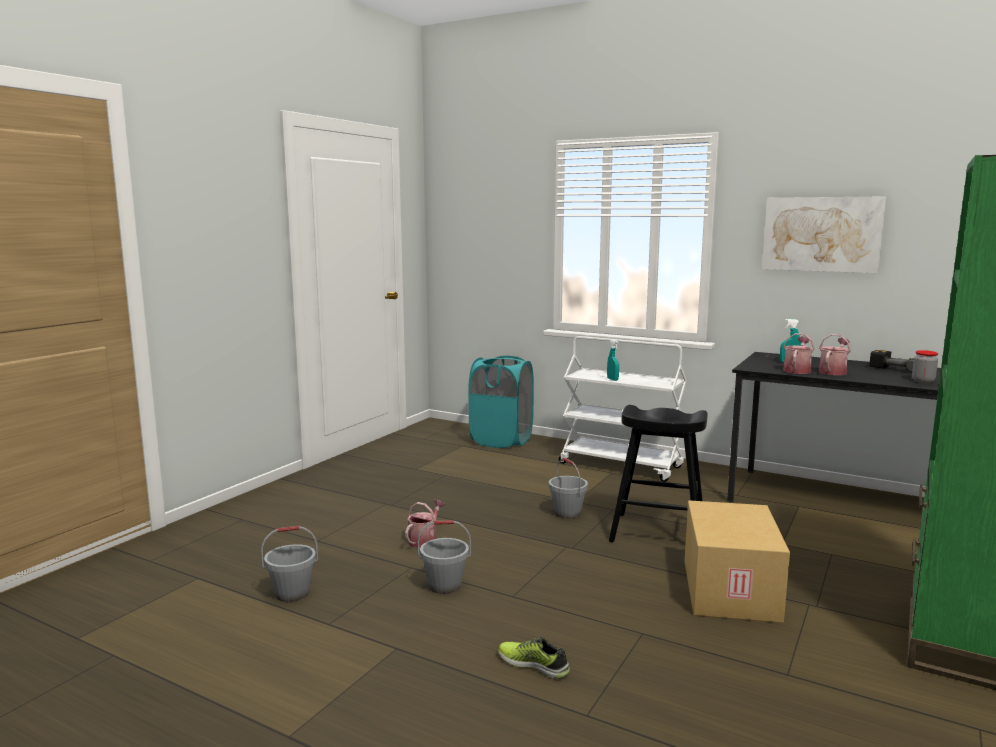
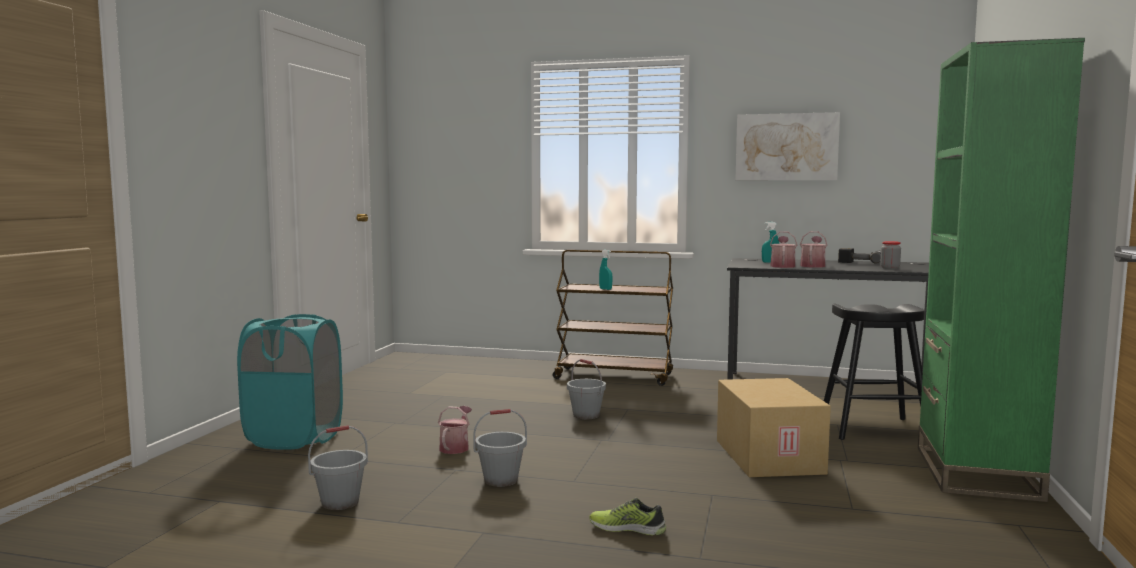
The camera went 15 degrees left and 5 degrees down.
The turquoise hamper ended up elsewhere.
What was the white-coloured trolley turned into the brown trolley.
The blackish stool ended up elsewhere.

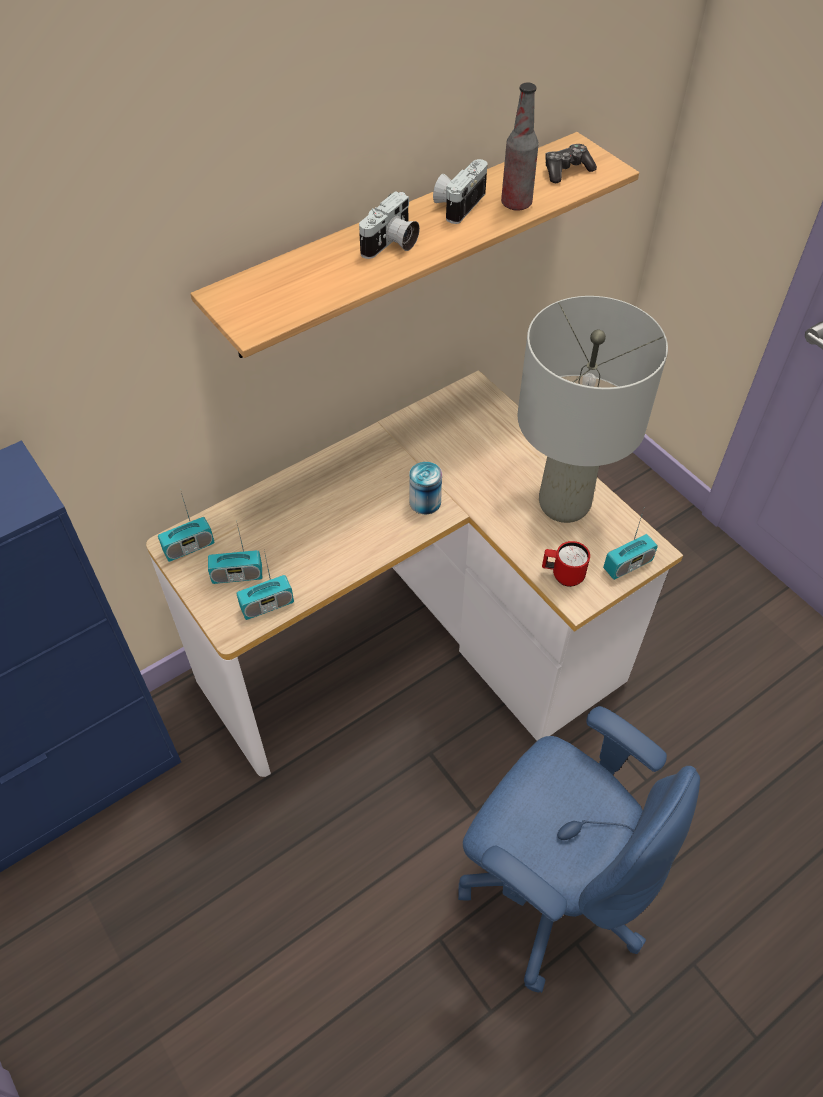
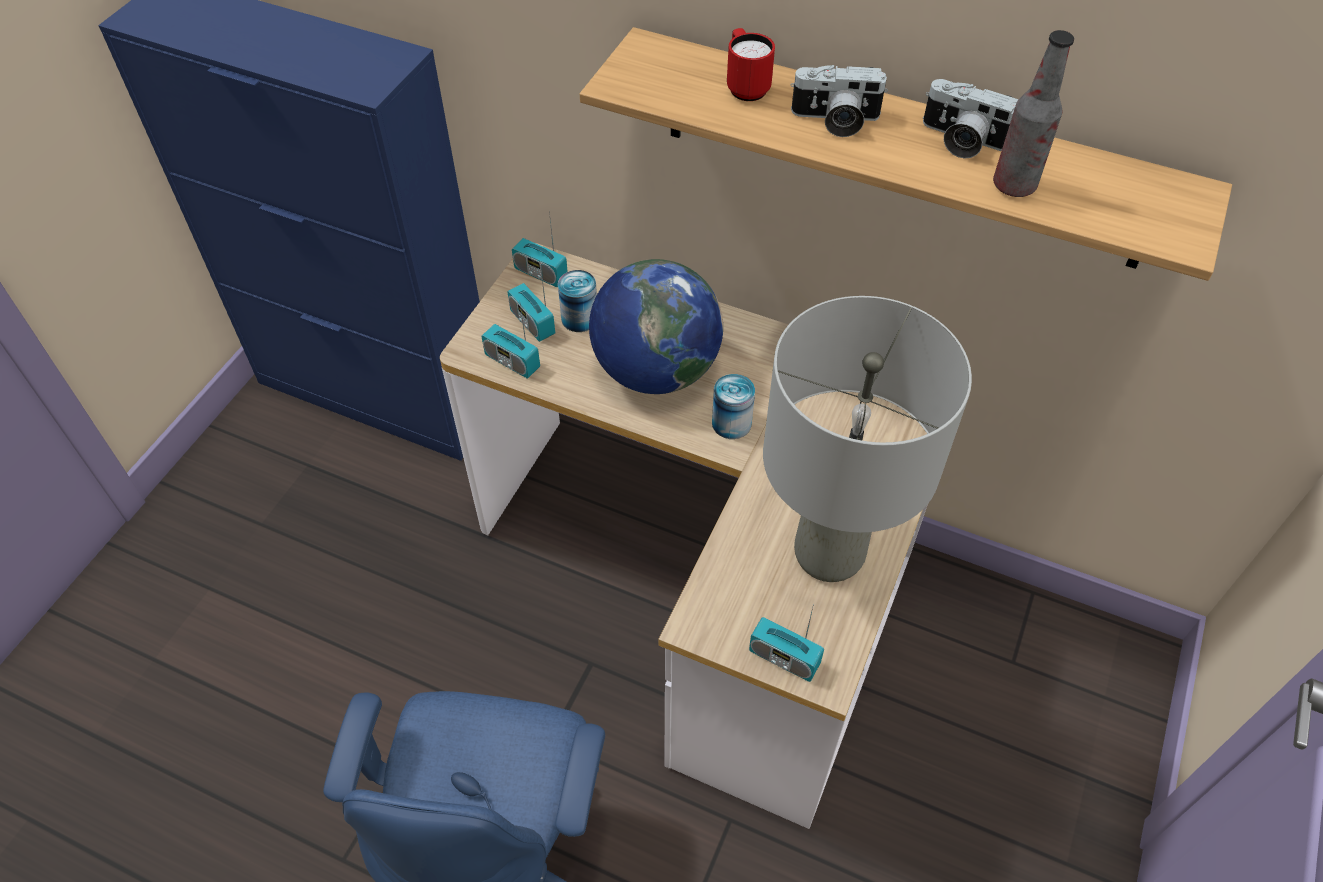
The camera went 60 degrees right and 0 degrees up.
The second view gained the sealed can (1st from left).
The second view gained the globe.
The reddish mug ended up elsewhere.
The still camera (2nd from left) ended up facing another way, 150 degrees counterclockwise from before.
The second view lost the game controller.

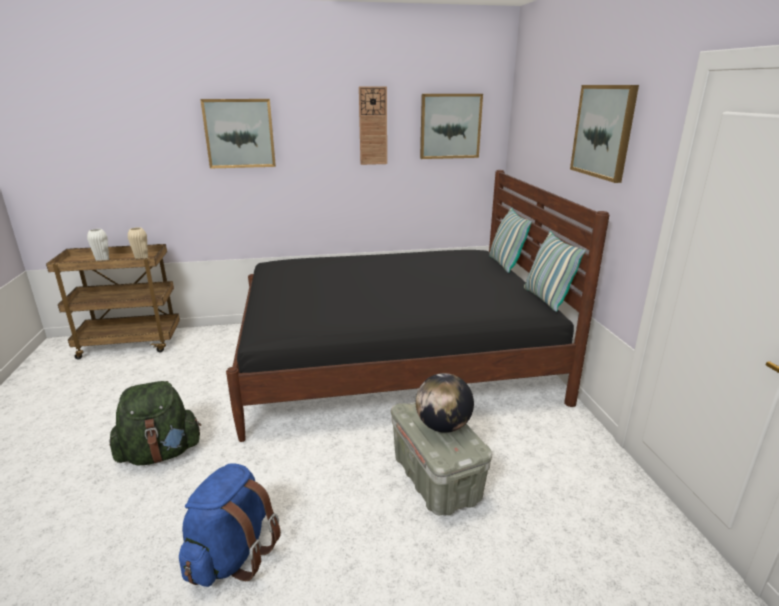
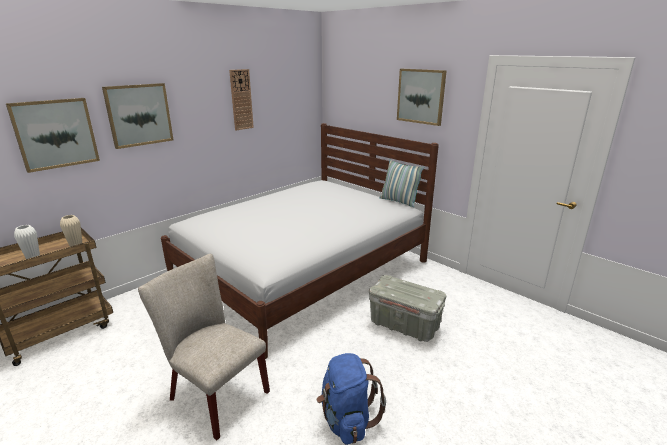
The camera went 35 degrees left and 0 degrees up.
The picture (2nd from left in the first image) ended up elsewhere.
Where the greenish rucksack stood, the sand-coloured upright chair came to stand.
What was the blackish bedroom bed turned into the white-coloured bedroom bed.
The second view lost the globe.
The second view lost the cushion (1st from left).

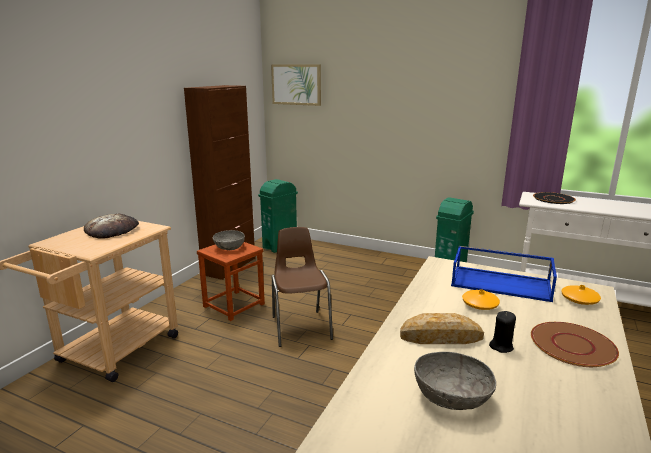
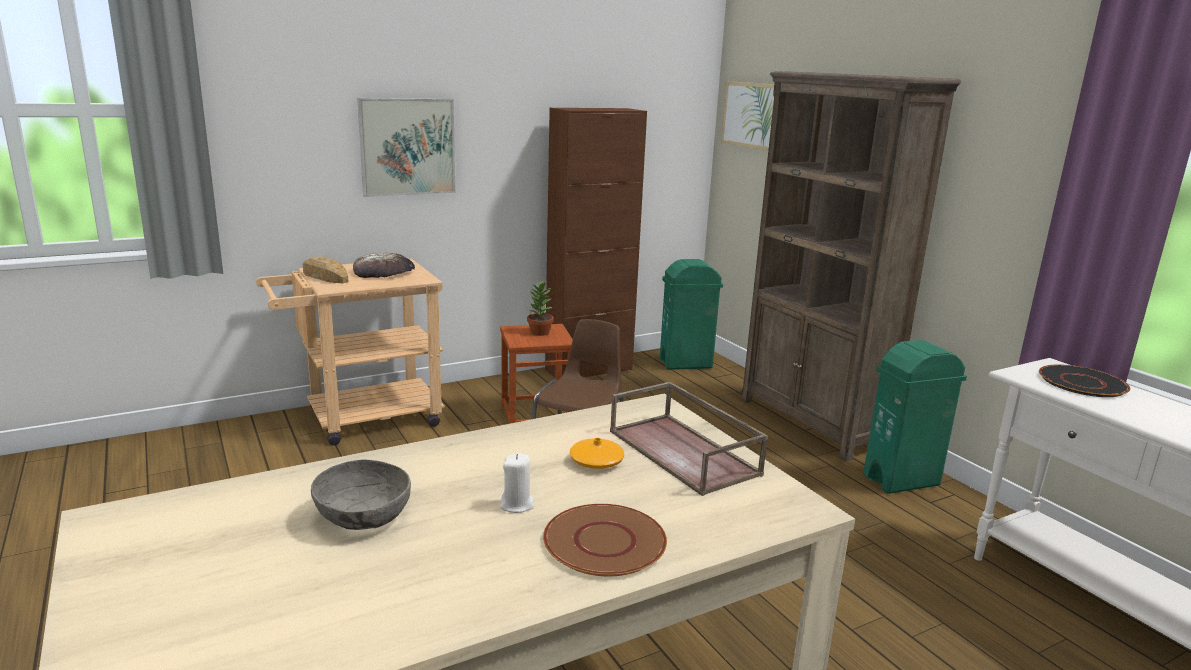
The camera went 35 degrees right and 0 degrees up.
The bakery bread (2nd from left in the first image) ended up elsewhere.
The second view gained the picture (1st from left).
What was the blackish wax light turned into the white-coloured wax light.
Where the greyish serving bowl (1st from left) stood, the houseplant came to stand.
What was the blue carrying tray turned into the brown carrying tray.
The second view gained the brown bookshelf.
The second view lost the orange-coloured flower vase (2nd from left).

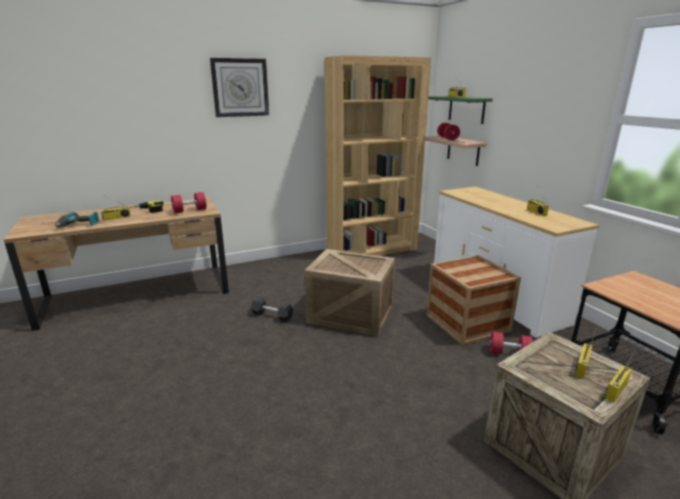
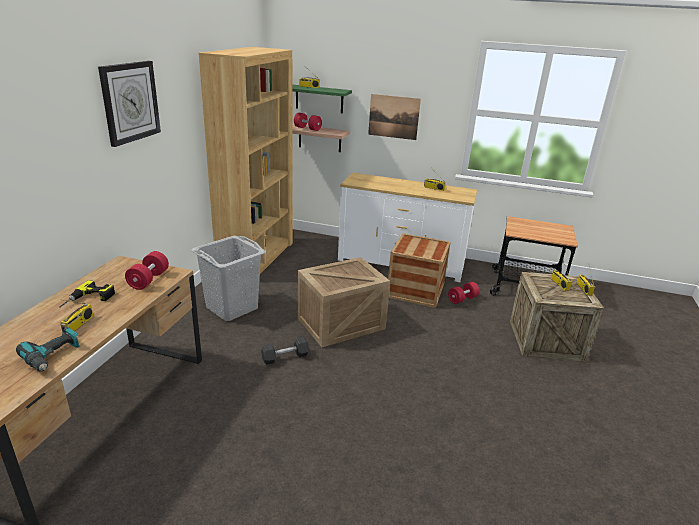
The camera went 50 degrees left and 5 degrees up.
The second view gained the greyish hamper.
The second view gained the picture.

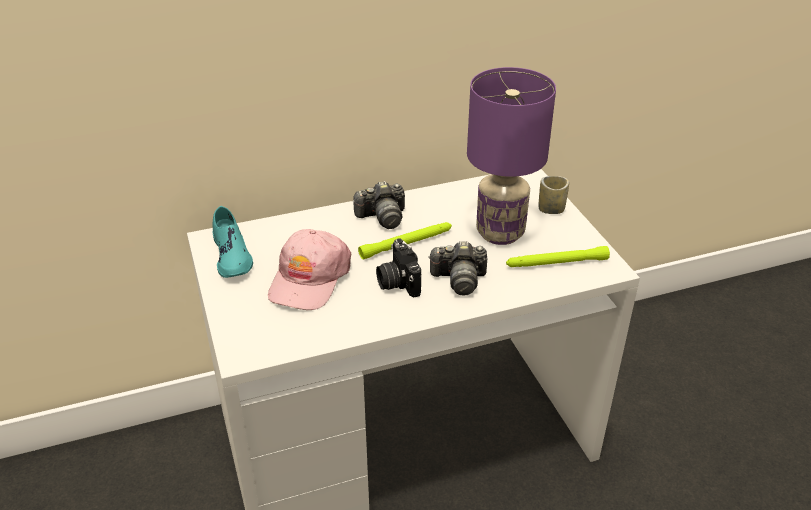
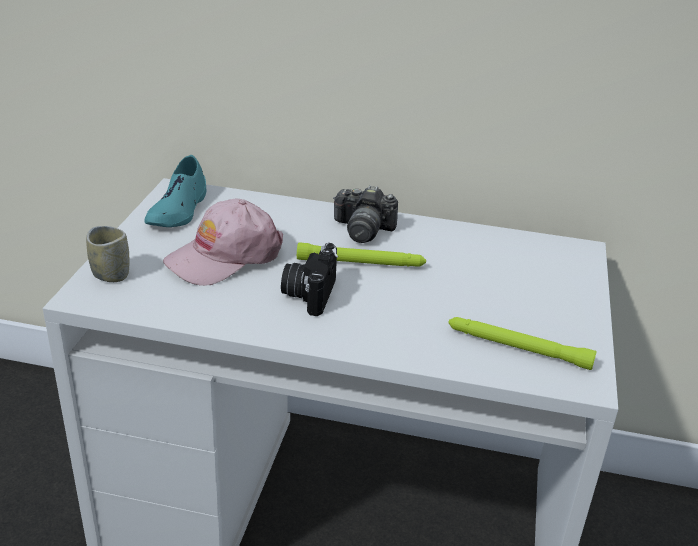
The camera went 30 degrees right and 5 degrees down.
The small cup ended up elsewhere.
The second view lost the still camera (3rd from left).
The second view lost the purplish table lamp.

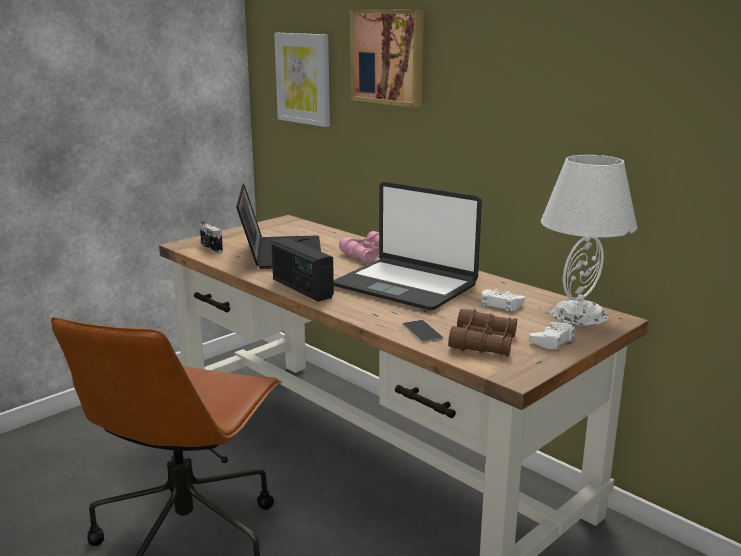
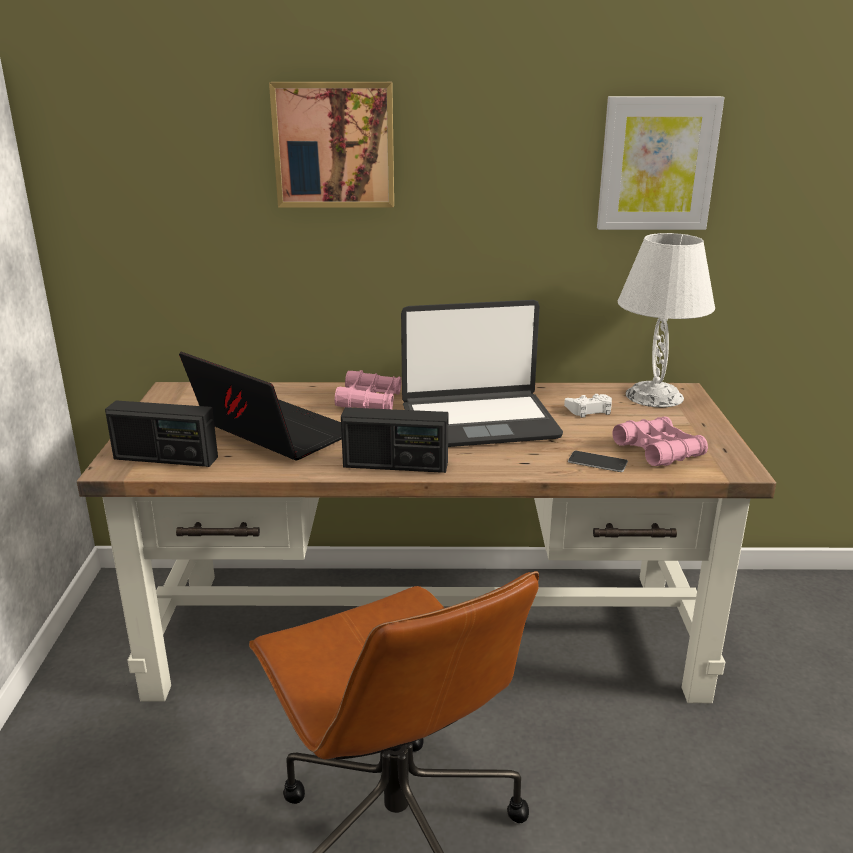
The camera went 45 degrees left and 5 degrees up.
Where the still camera stood, the radio receiver (1st from left) came to stand.
The picture (1st from left in the first image) ended up elsewhere.
What was the brown pair of binoculars turned into the pink pair of binoculars (2nd from left).
The second view lost the white-coloured game controller (2nd from left).

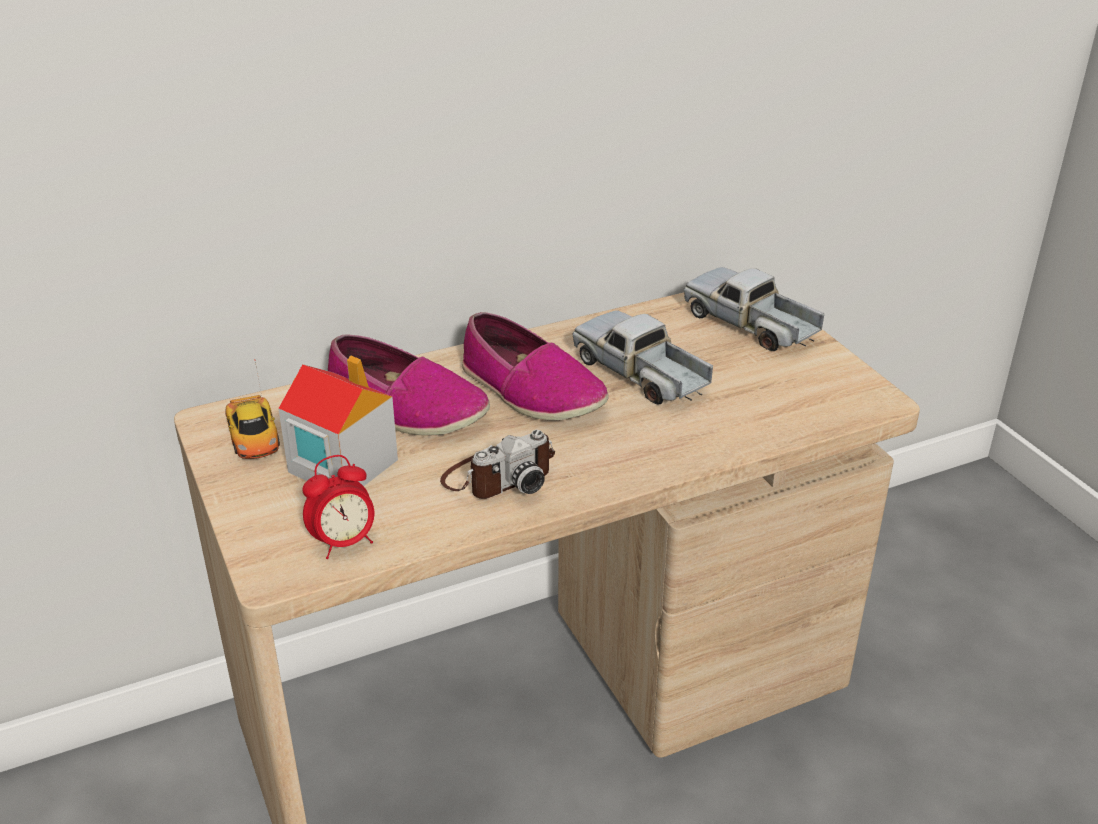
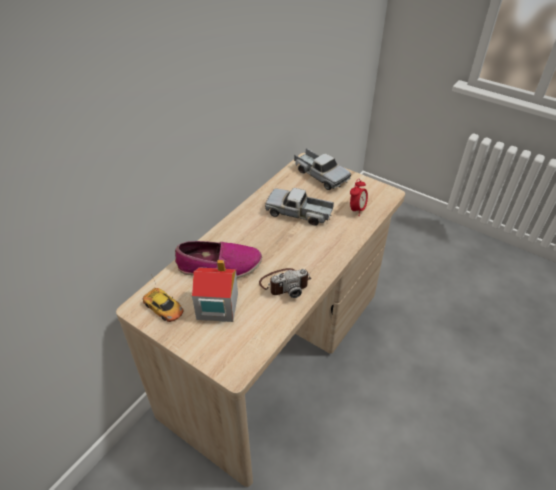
The camera went 30 degrees left and 10 degrees up.
The still camera ended up facing another way, 45 degrees clockwise from before.
The model truck (2nd from left) ended up facing another way, 150 degrees counterclockwise from before.
The alarm clock ended up elsewhere.
The second view lost the shoe (2nd from left).

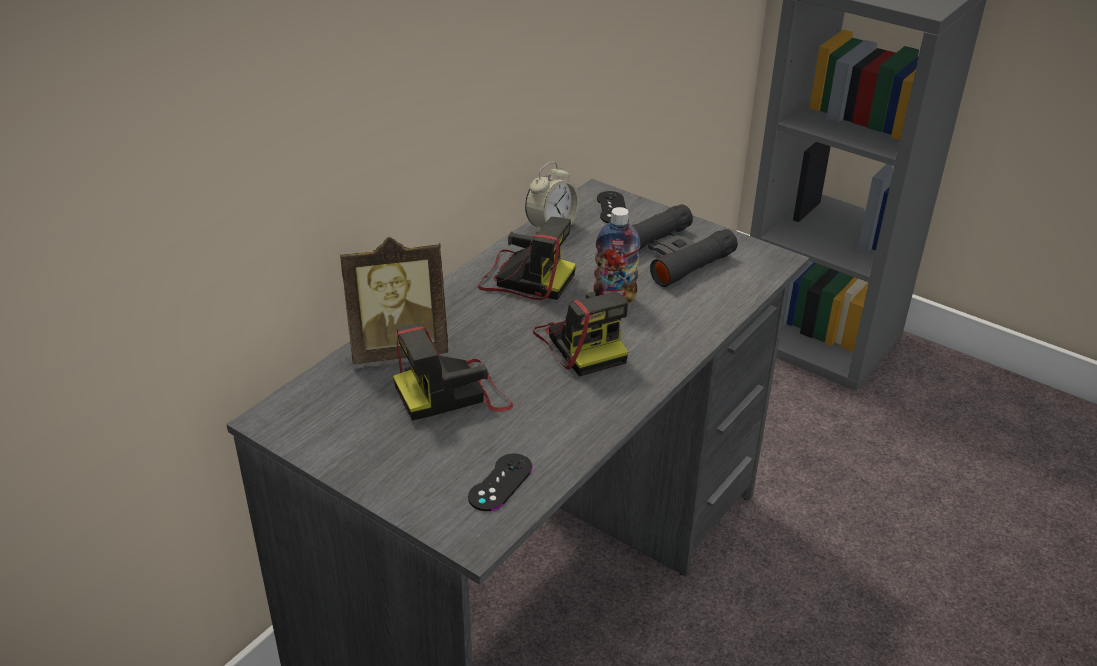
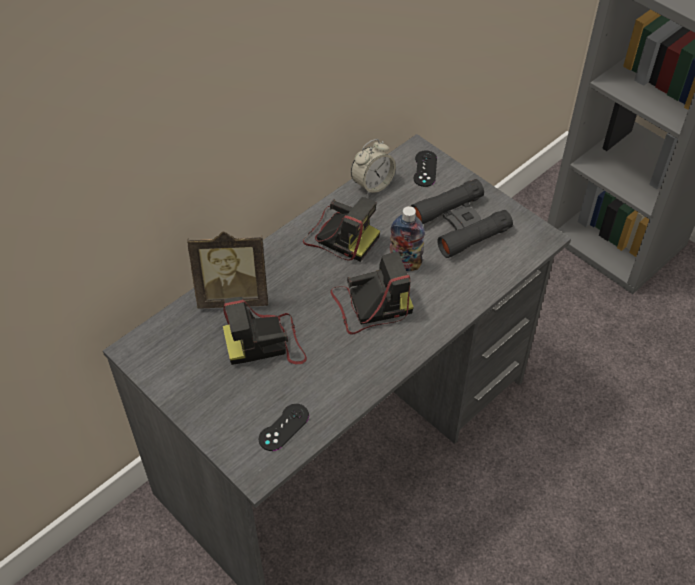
The camera went 10 degrees right and 15 degrees up.
The still camera (3rd from left) ended up facing another way, 90 degrees counterclockwise from before.

